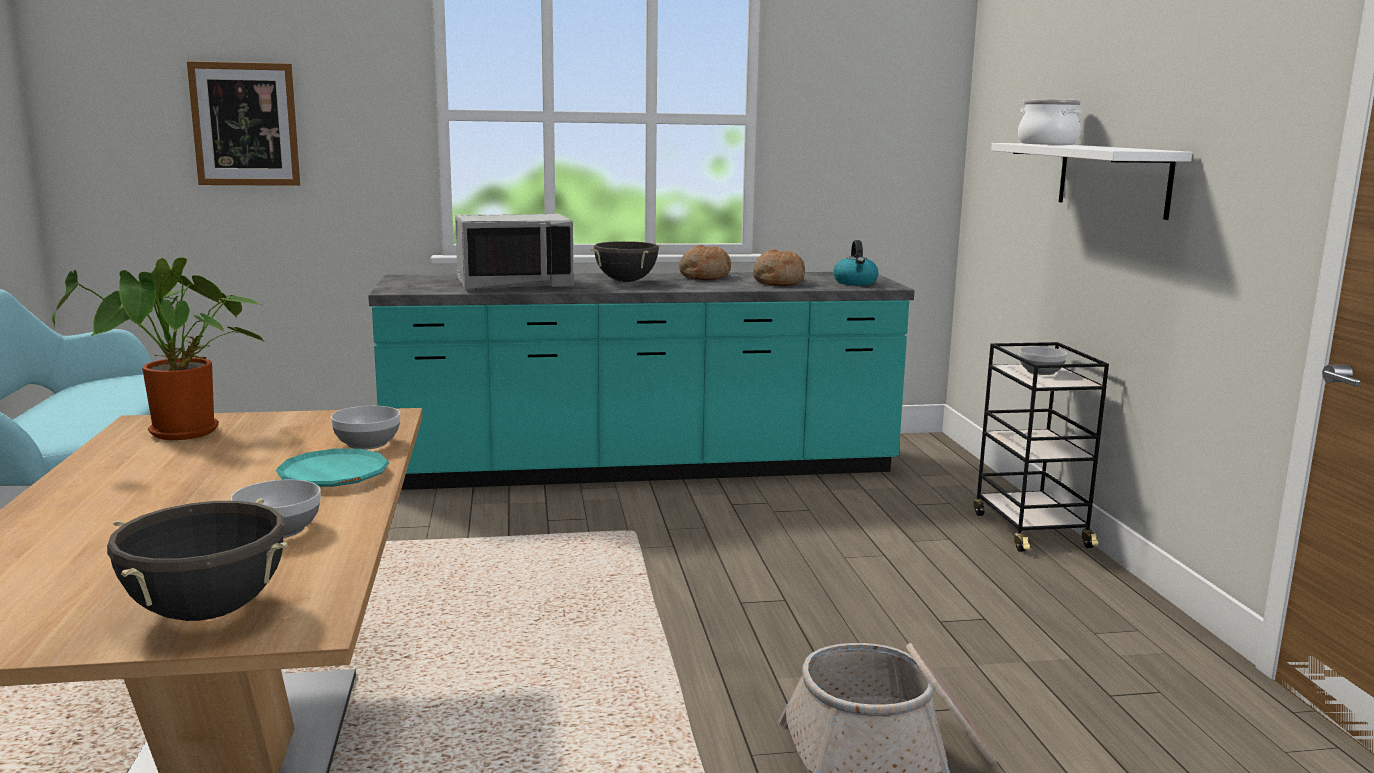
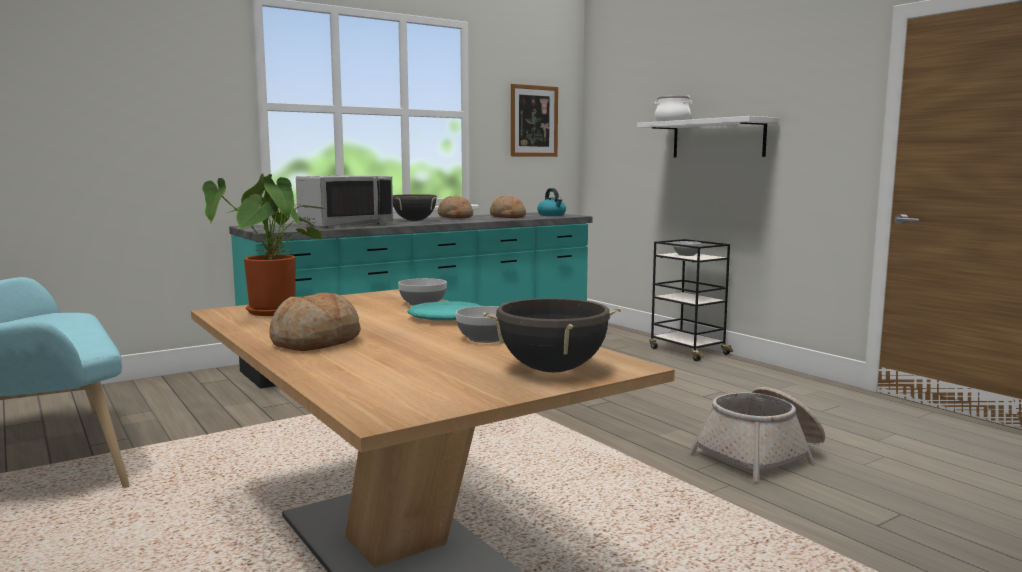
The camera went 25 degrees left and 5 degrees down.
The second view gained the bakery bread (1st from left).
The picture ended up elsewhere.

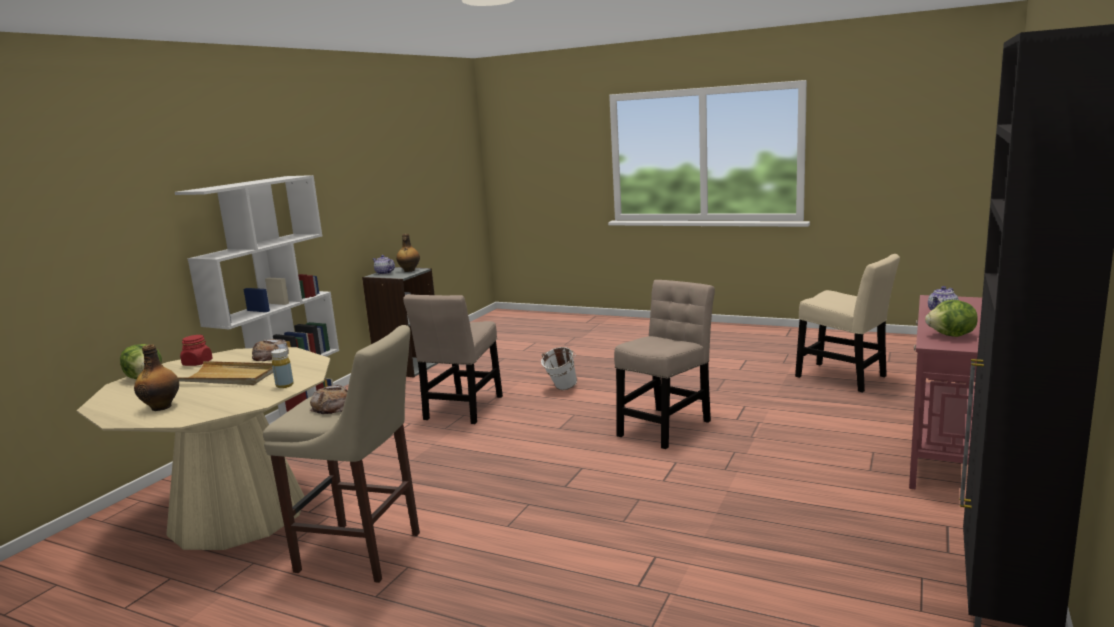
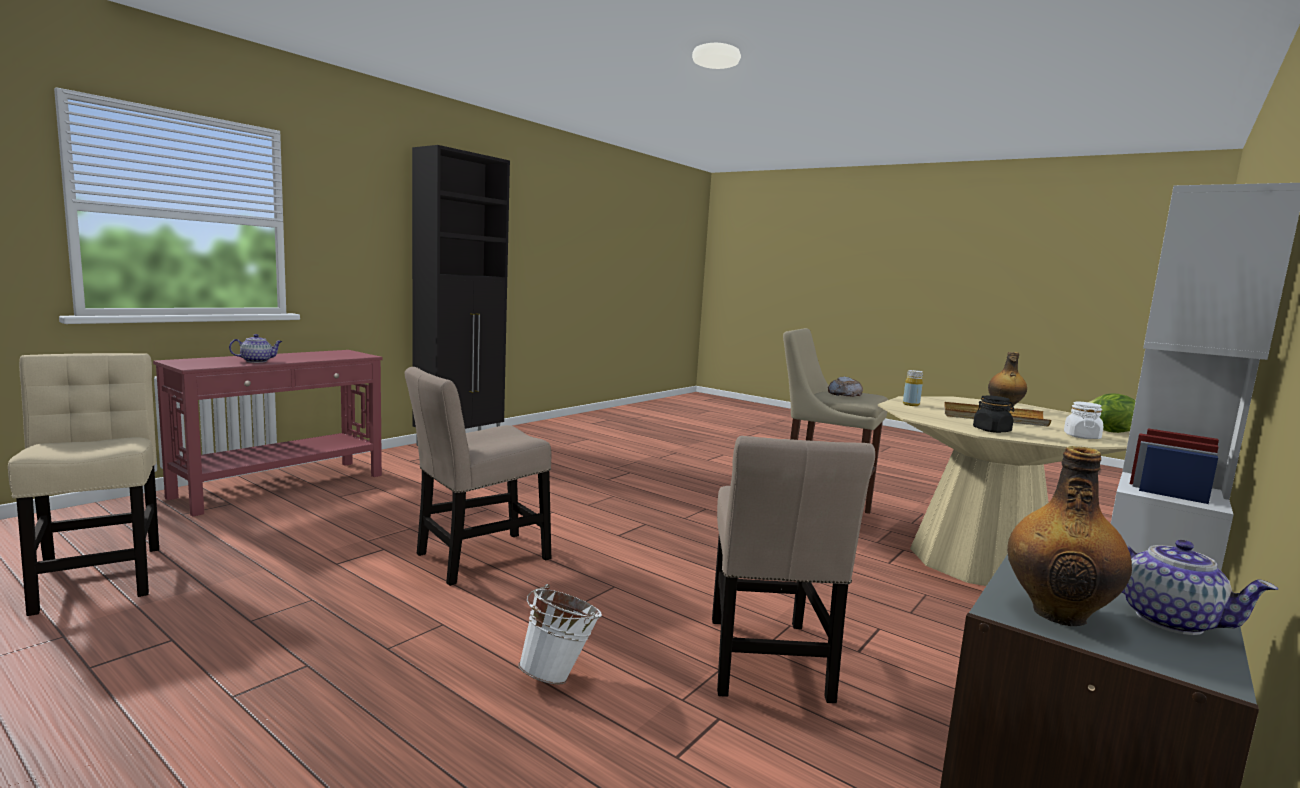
The camera went 170 degrees left and 5 degrees down.
The sand-coloured upright chair (1st from left in the first image) ended up facing another way, 150 degrees clockwise from before.
Where the bakery bread (1st from left) stood, the blackish preserve jar came to stand.
What was the reddish preserve jar turned into the white-coloured preserve jar.
The second view lost the lettuce head (2nd from left).

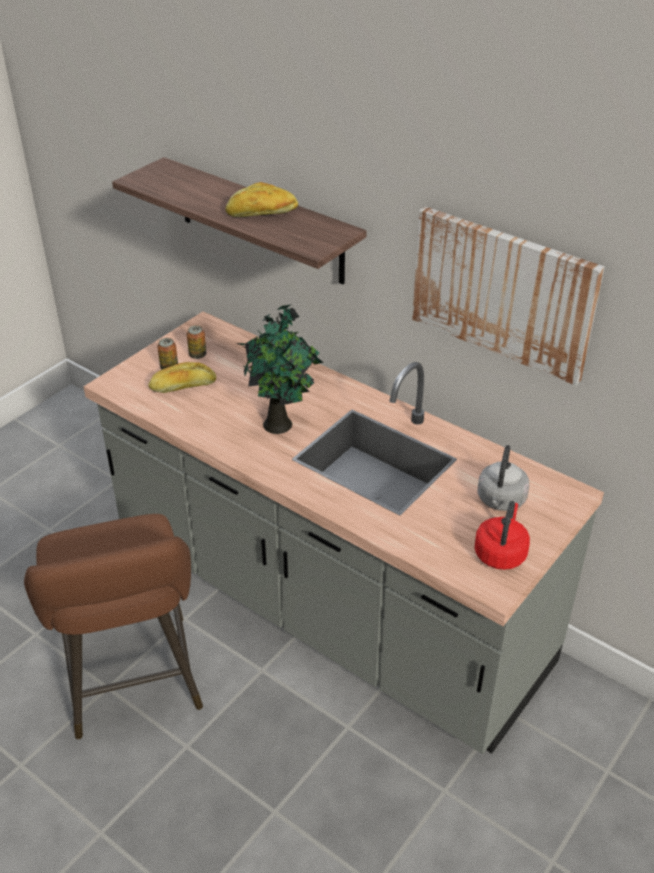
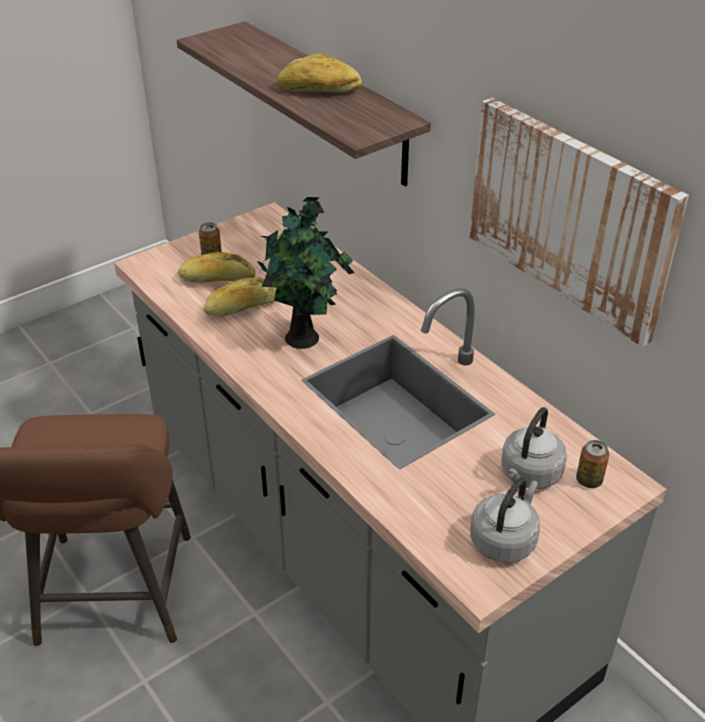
The camera went 15 degrees right and 0 degrees up.
The second view gained the bakery bread (2nd from left).
What was the reddish tea kettle turned into the greyish tea kettle (1st from left).
The sealed can (2nd from left) ended up elsewhere.

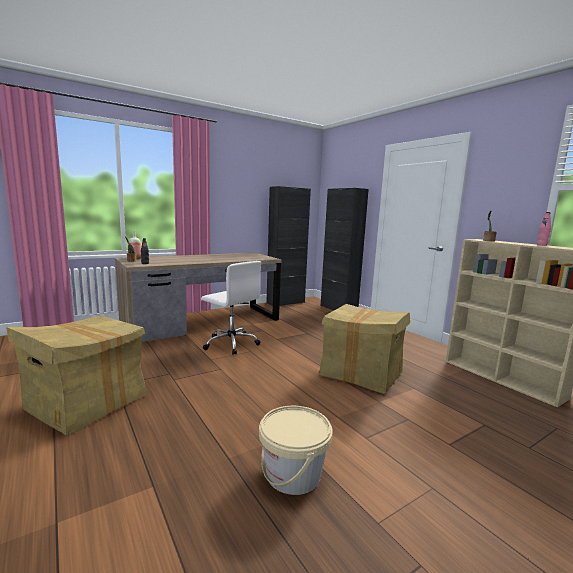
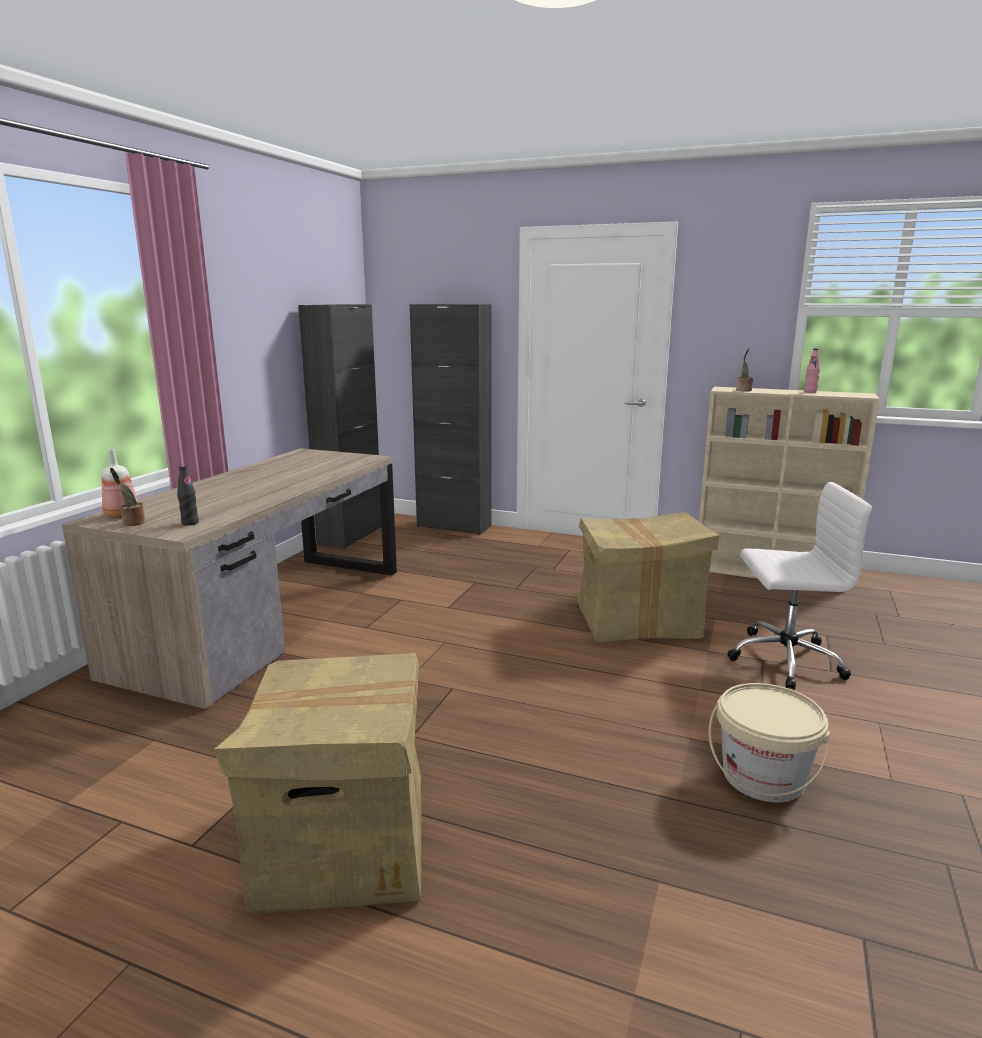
The camera went 35 degrees left and 5 degrees up.
The white-coloured computer chair ended up elsewhere.

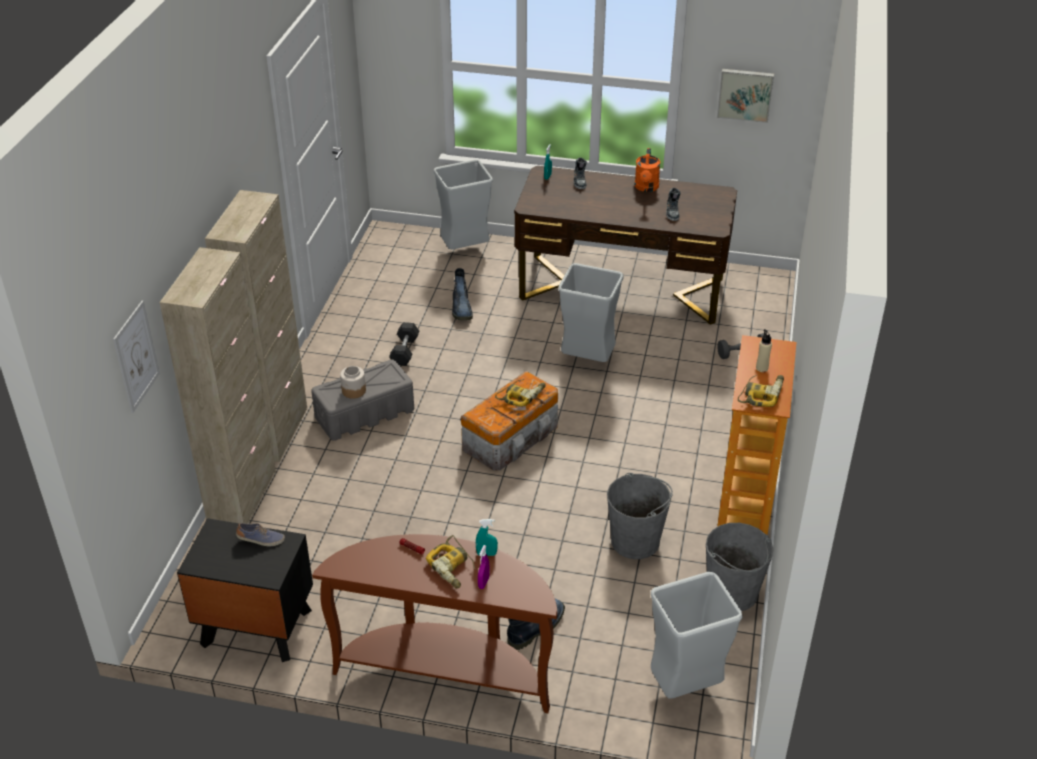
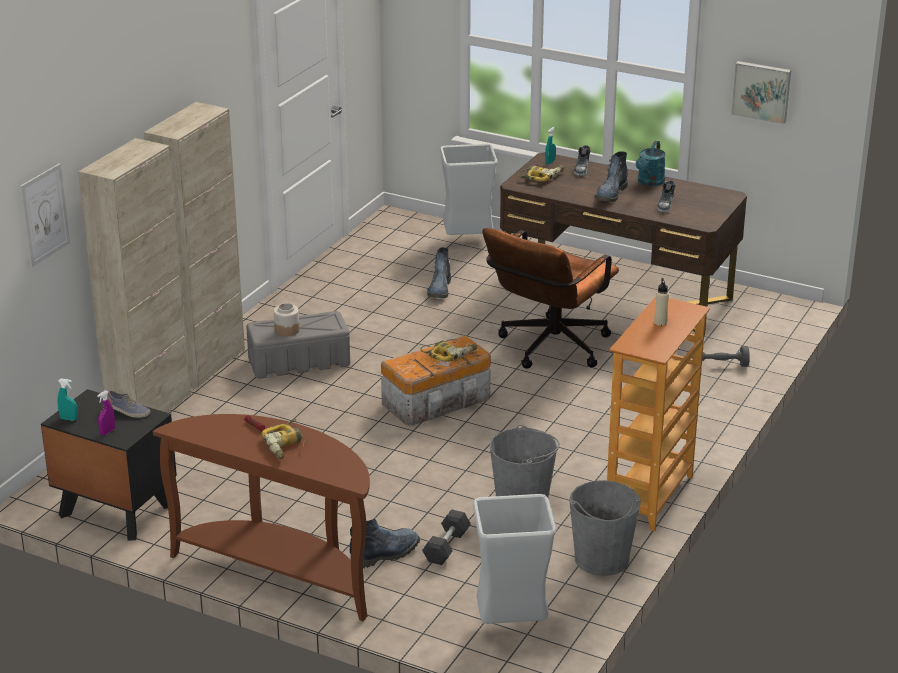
The camera went 15 degrees right and 10 degrees down.
The turquoise spray bottle (1st from left) ended up elsewhere.
The purplish spray bottle ended up elsewhere.
The greyish dumbbell (1st from left) ended up elsewhere.
Where the greyish waste bin (2nd from left) stood, the brown computer chair came to stand.
The drill (3rd from left) ended up elsewhere.
The second view gained the high-top boot (3rd from left).
What was the orange-coloured watering can turned into the turquoise watering can.

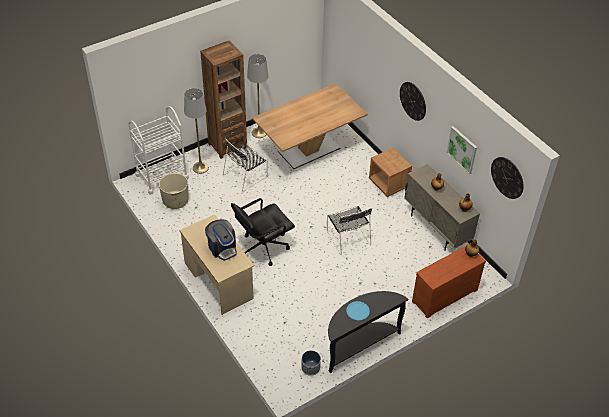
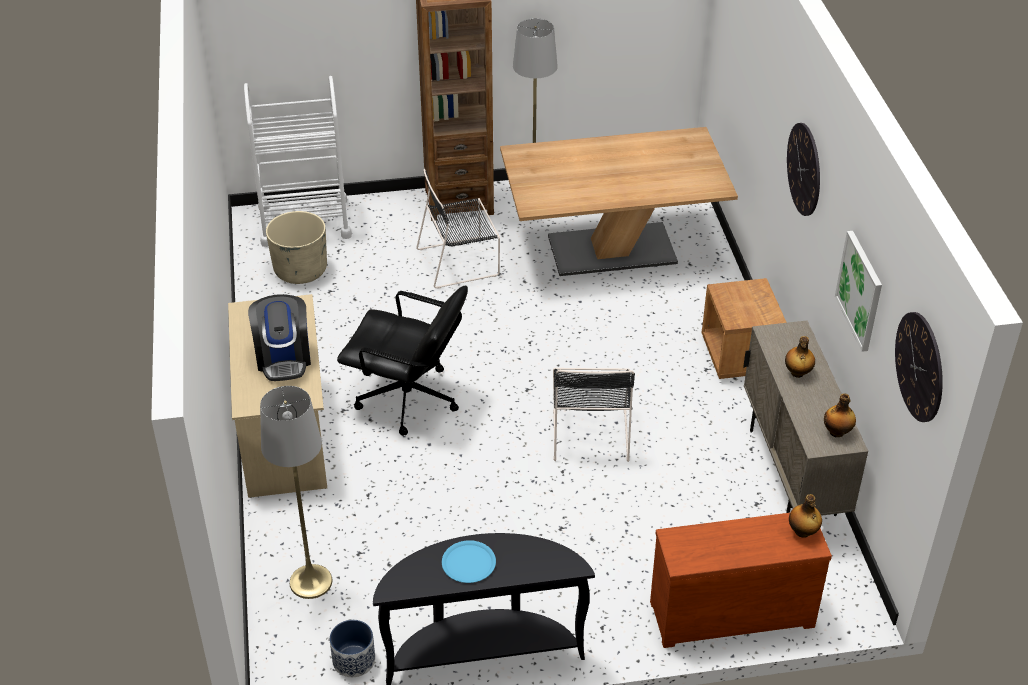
The camera went 25 degrees right and 5 degrees down.
The greyish standing lamp (1st from left) ended up elsewhere.
The blackish computer chair ended up facing another way, 150 degrees counterclockwise from before.

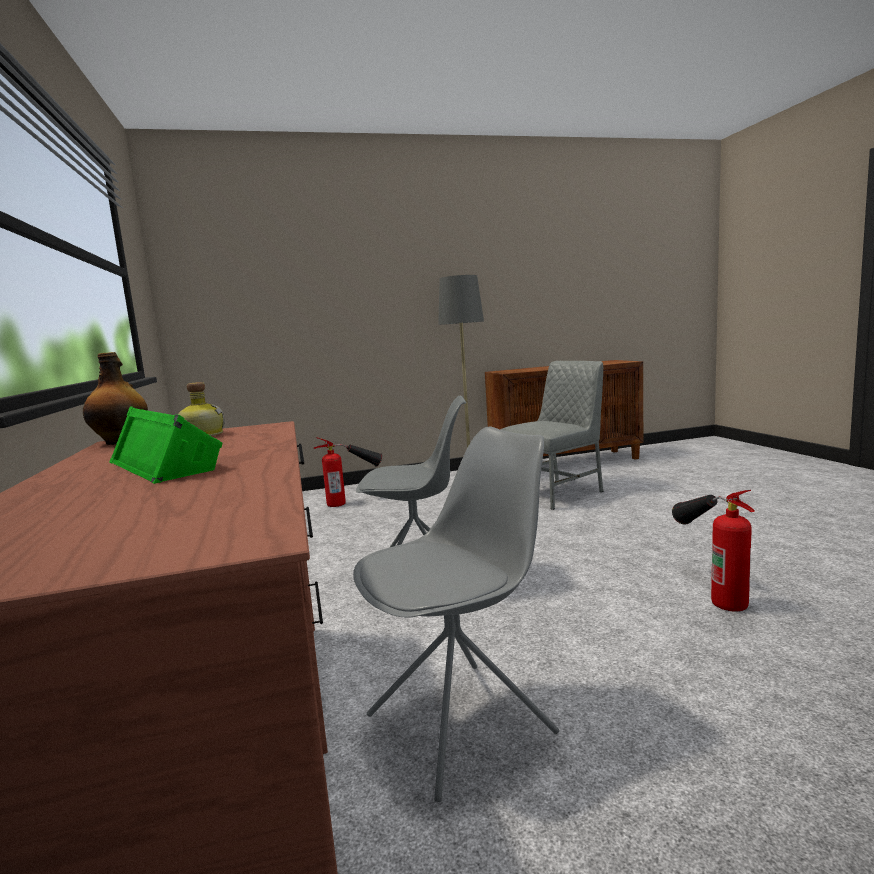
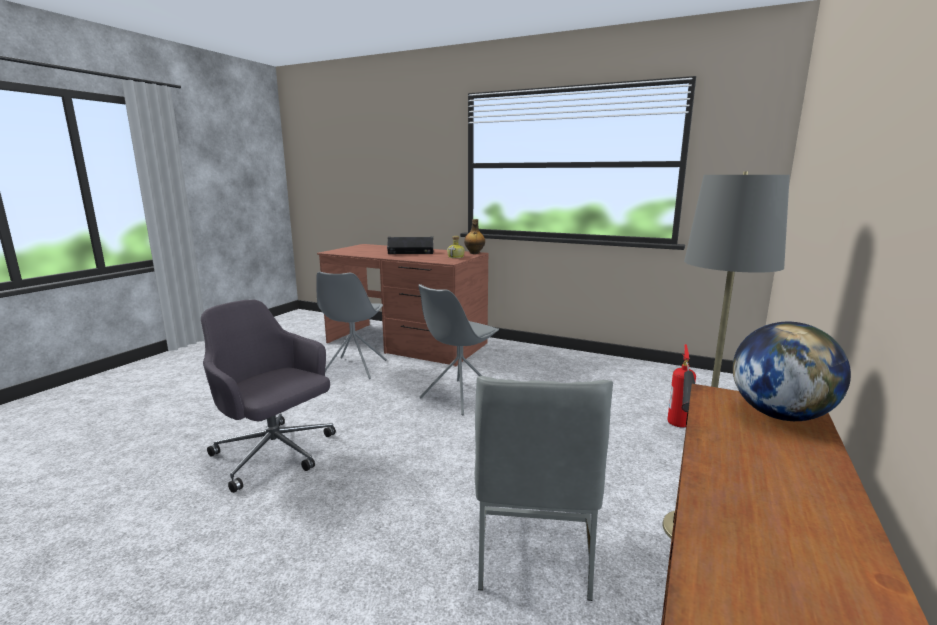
The camera went 130 degrees right and 5 degrees up.
Where the fire extinguisher (2nd from left) stood, the greyish computer chair came to stand.
What was the greenish audio speaker turned into the blackish audio speaker.
The second view gained the globe.

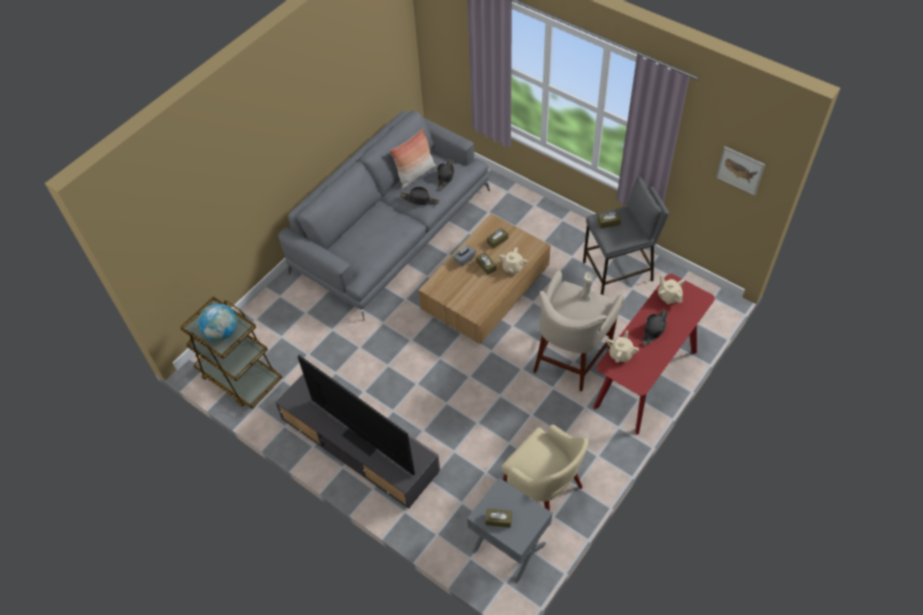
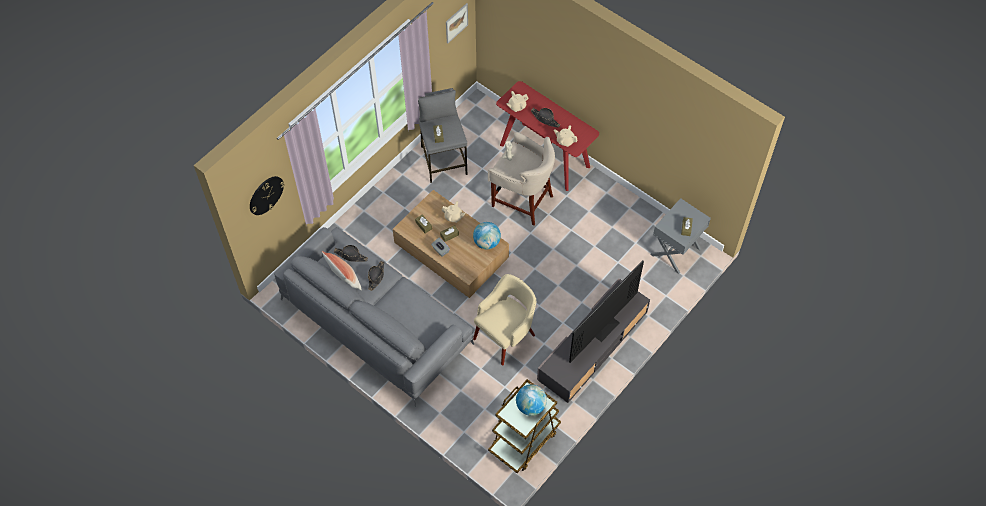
The camera went 90 degrees left and 5 degrees up.
The second view gained the hanging clock.
The second view gained the globe (1st from left).
The sand-coloured armchair ended up elsewhere.

